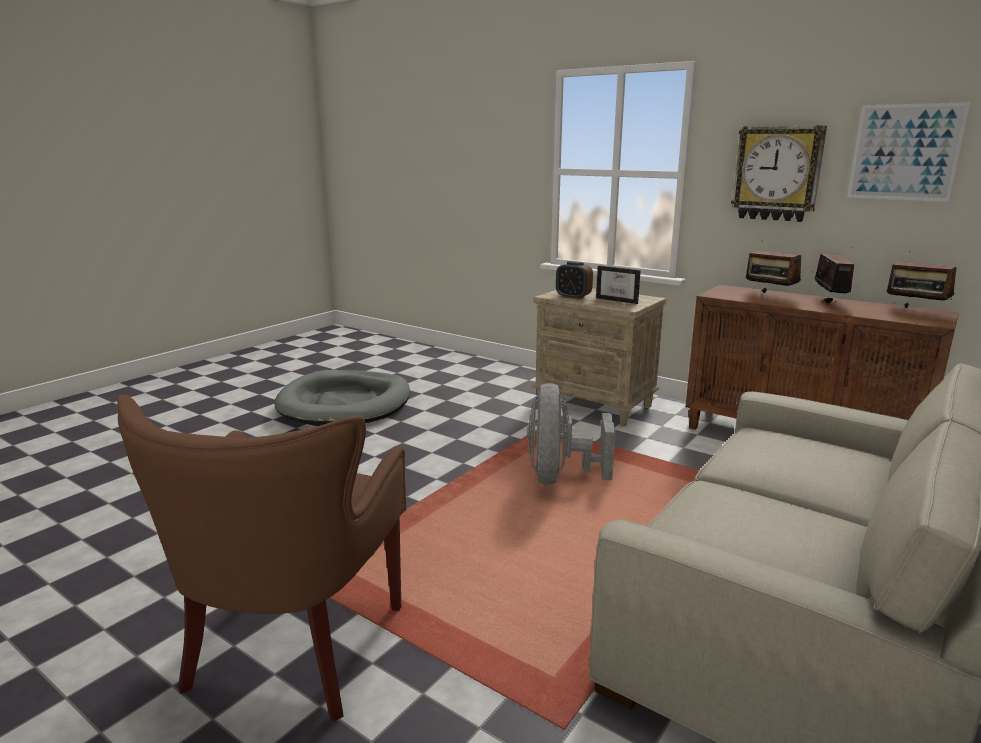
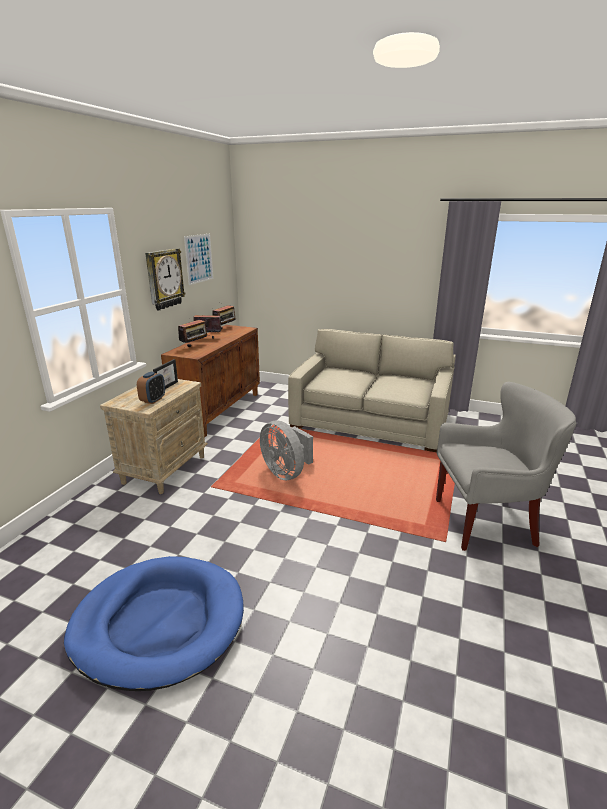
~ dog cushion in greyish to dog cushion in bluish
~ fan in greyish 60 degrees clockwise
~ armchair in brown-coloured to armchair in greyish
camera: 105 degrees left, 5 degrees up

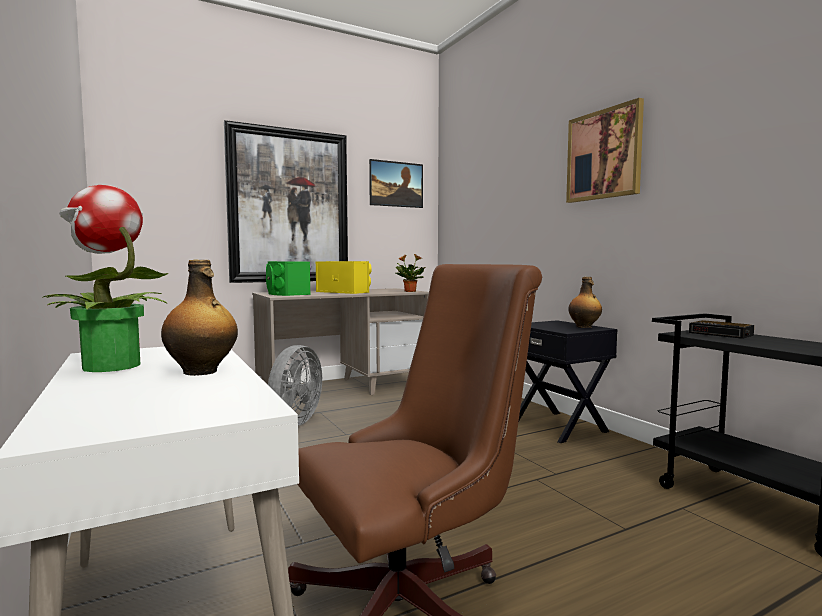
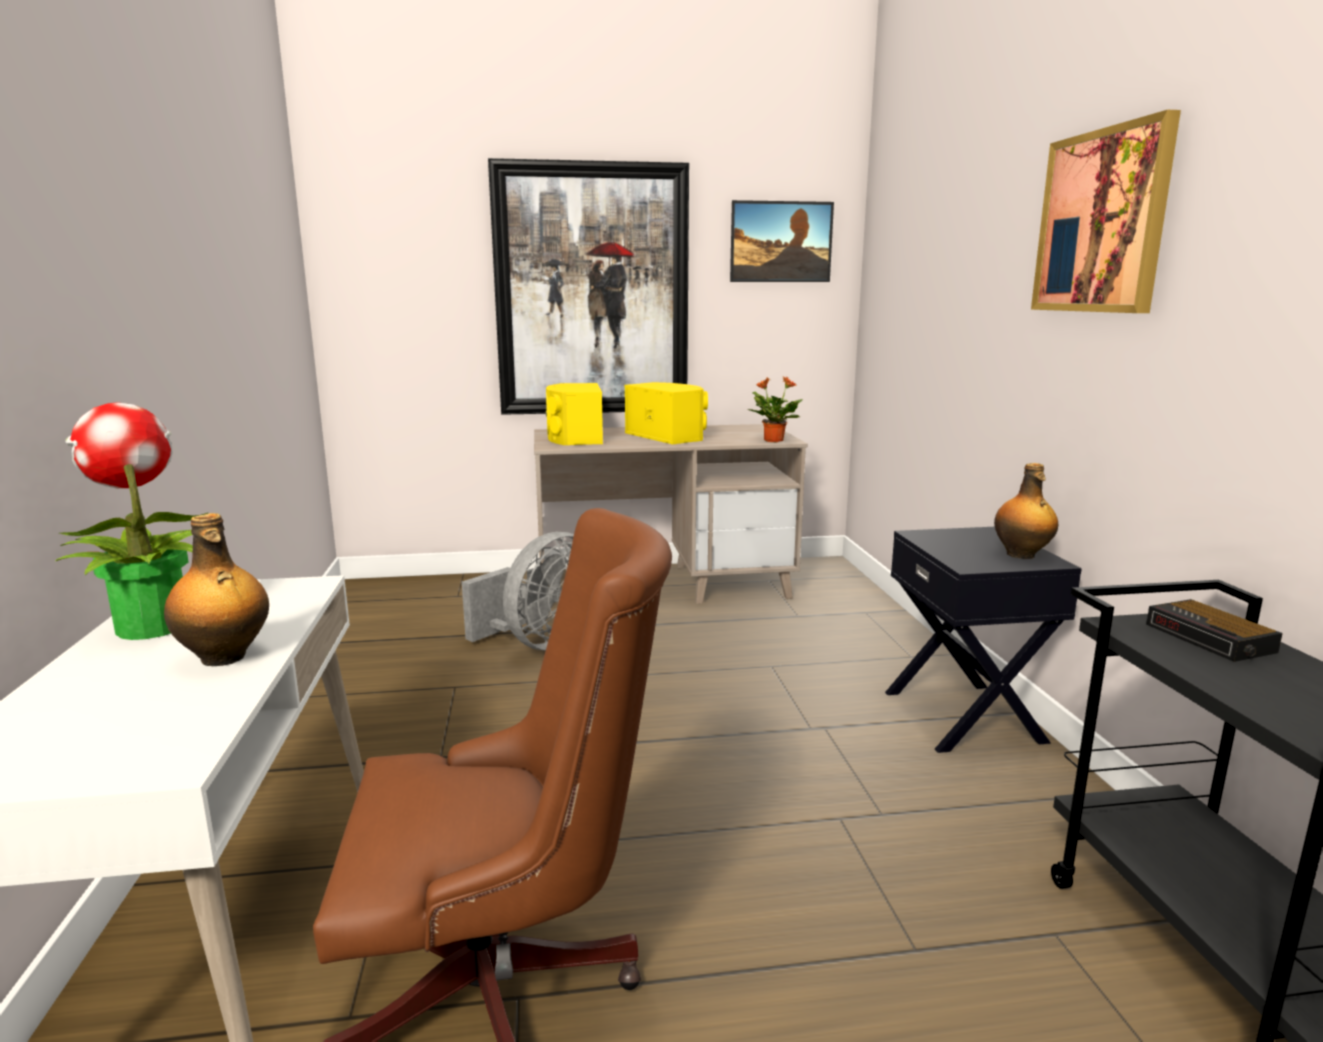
~ audio speaker in green to audio speaker in yellow (1st from left)
camera: 20 degrees right, 10 degrees up

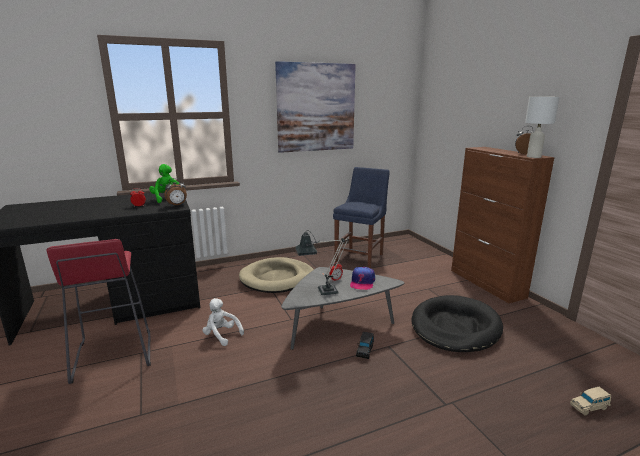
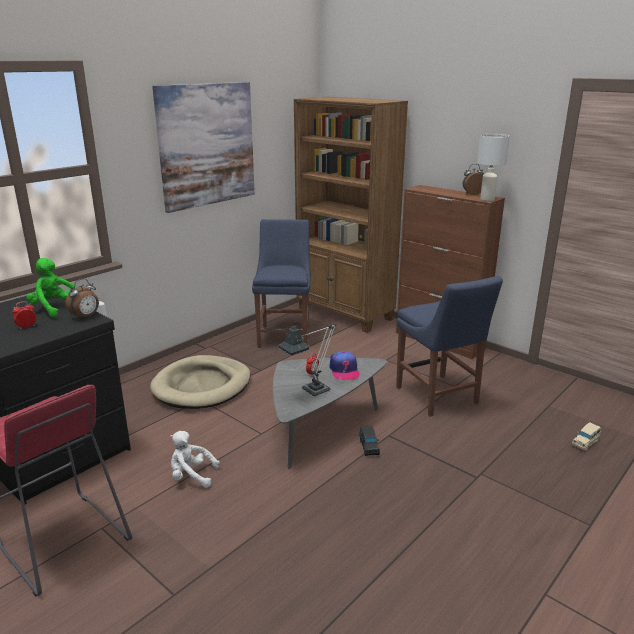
~ dog cushion in black to plain chair in bluish (2nd from left)
+ bookcase in brown-coloured
camera: 25 degrees left, 5 degrees up

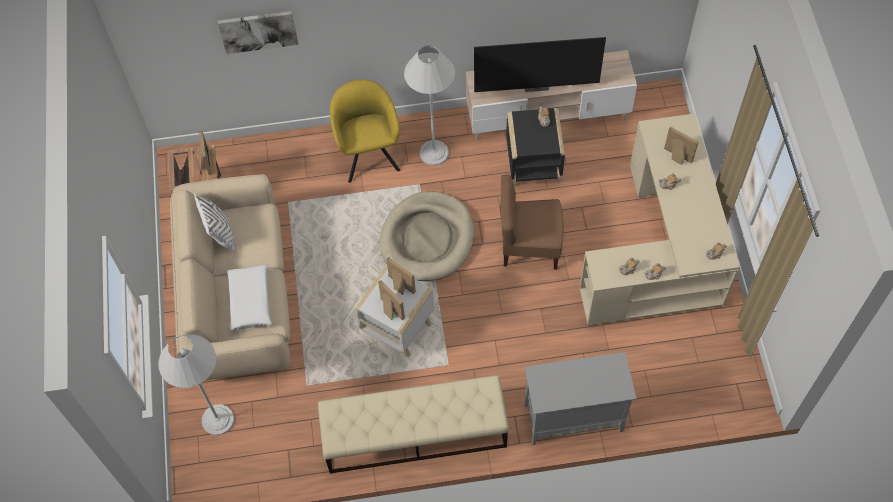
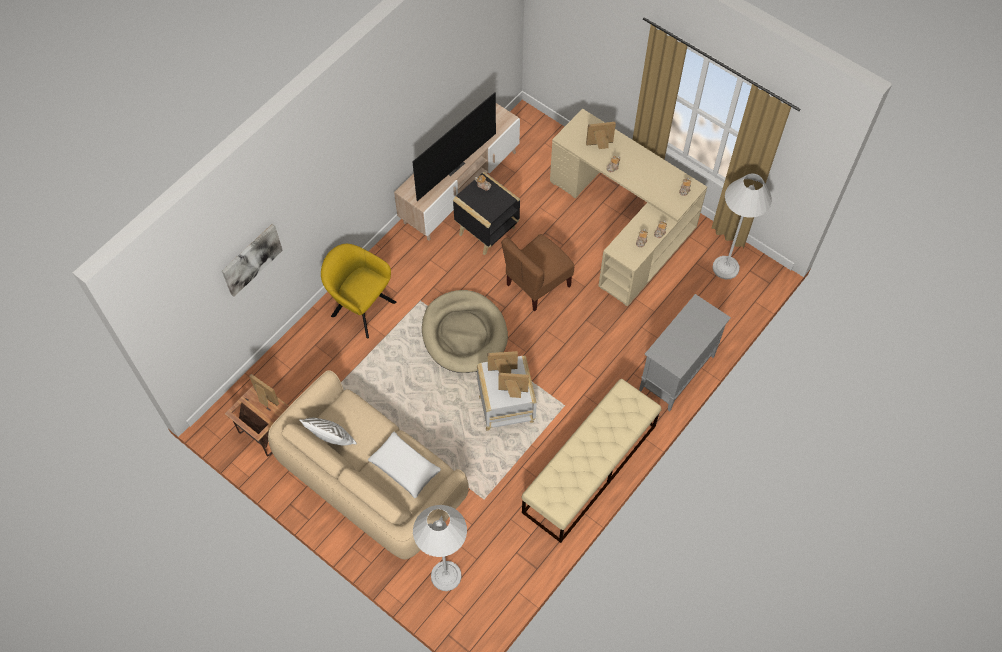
~ standard lamp in white-coloured (2nd from left)
camera: 45 degrees left, 0 degrees up

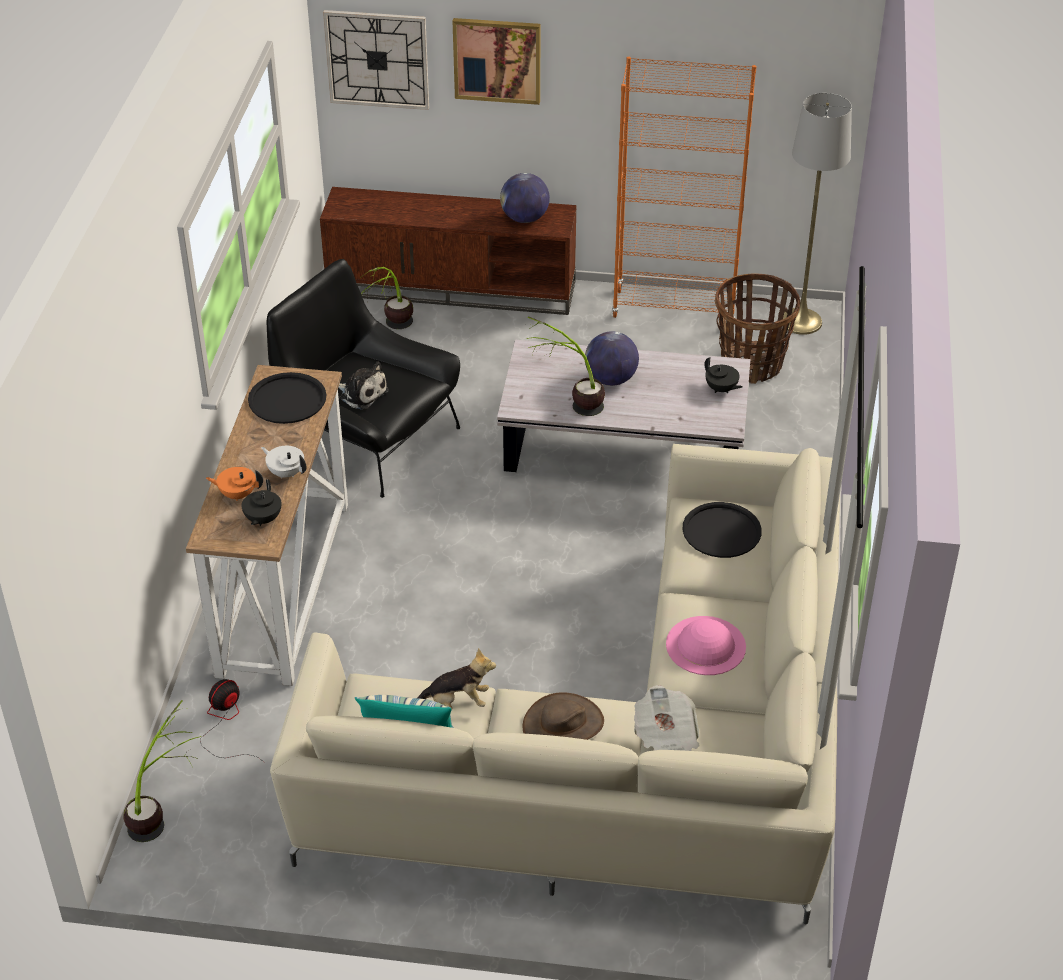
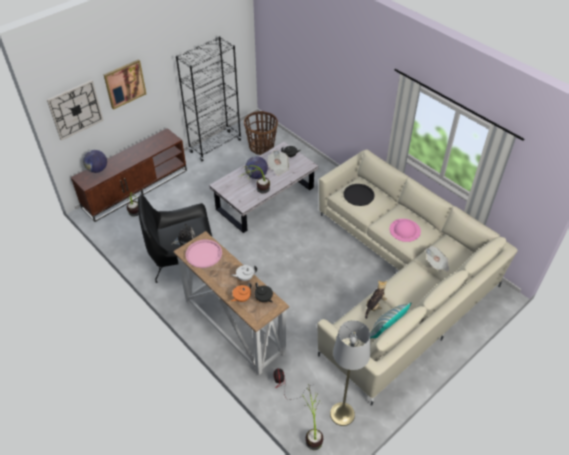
~ bookcase in orange-coloured to bookcase in black
~ standard lamp in greyish
~ globe (1st from left)
~ serving tray in black (1st from left) to serving tray in pink-coloured
- clothing hat in brown-coloured
+ newspaper (1st from left)
camera: 50 degrees left, 5 degrees up

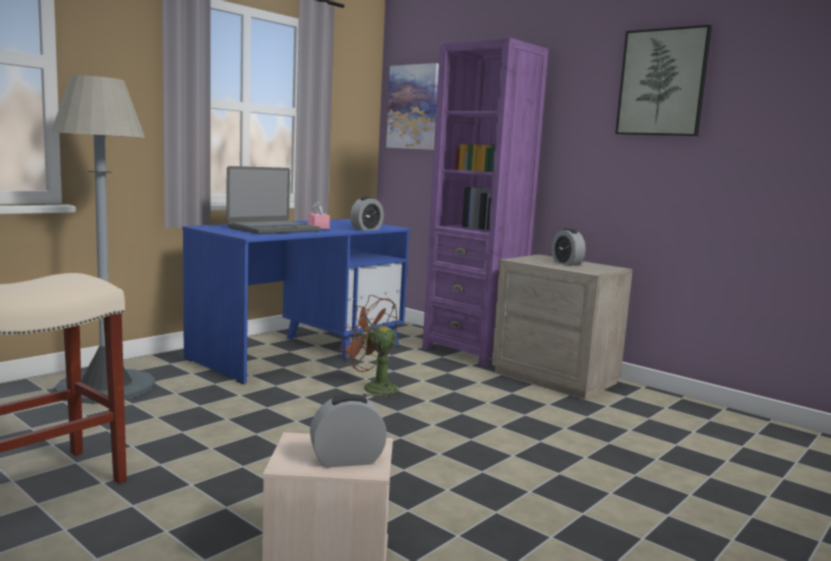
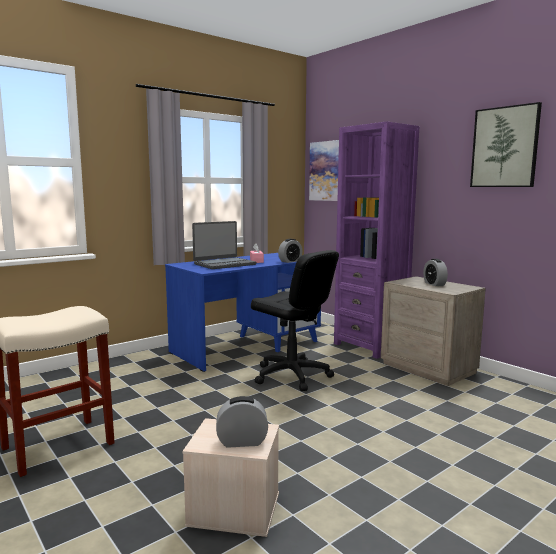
- standard lamp in greyish
~ fan in brown-coloured to computer chair in black
camera: 10 degrees right, 0 degrees up

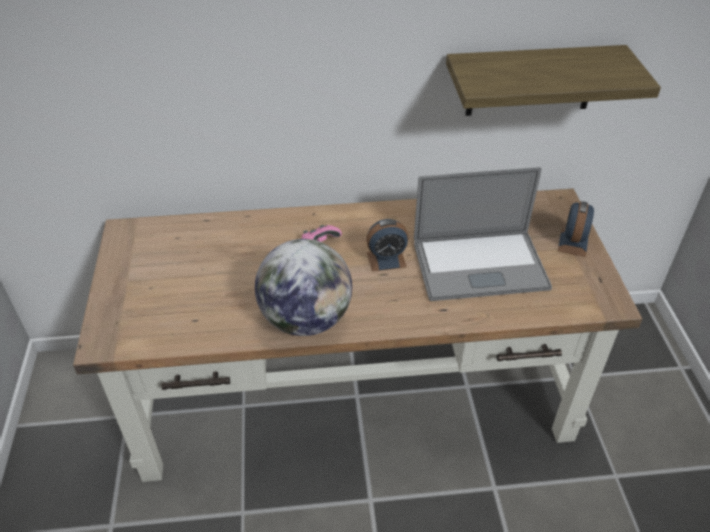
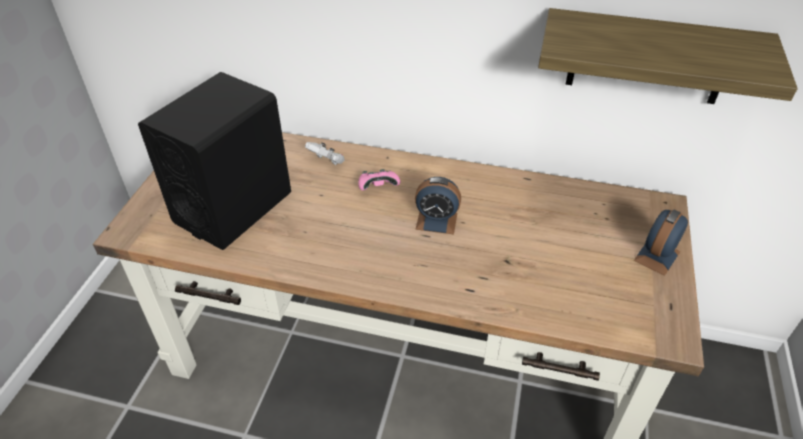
- notebook computer
- globe
+ audio speaker in black
+ gamepad in white-coloured
camera: 20 degrees right, 0 degrees up

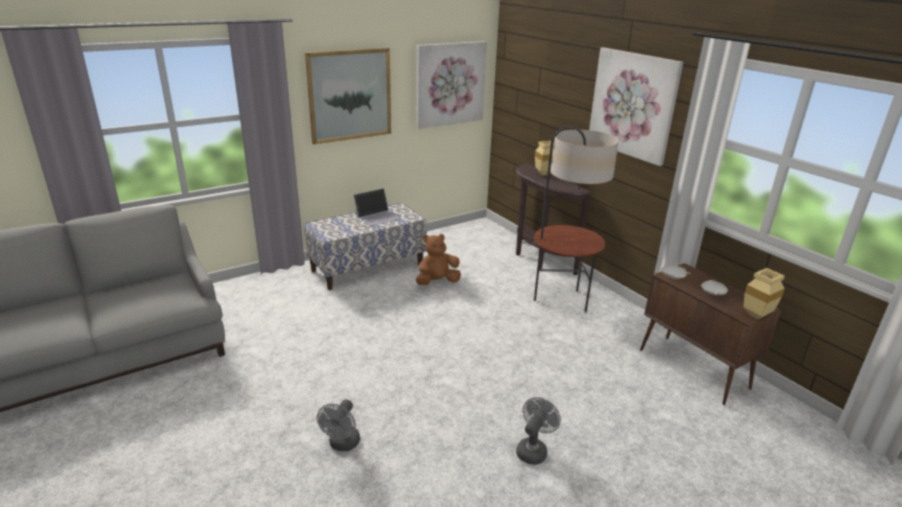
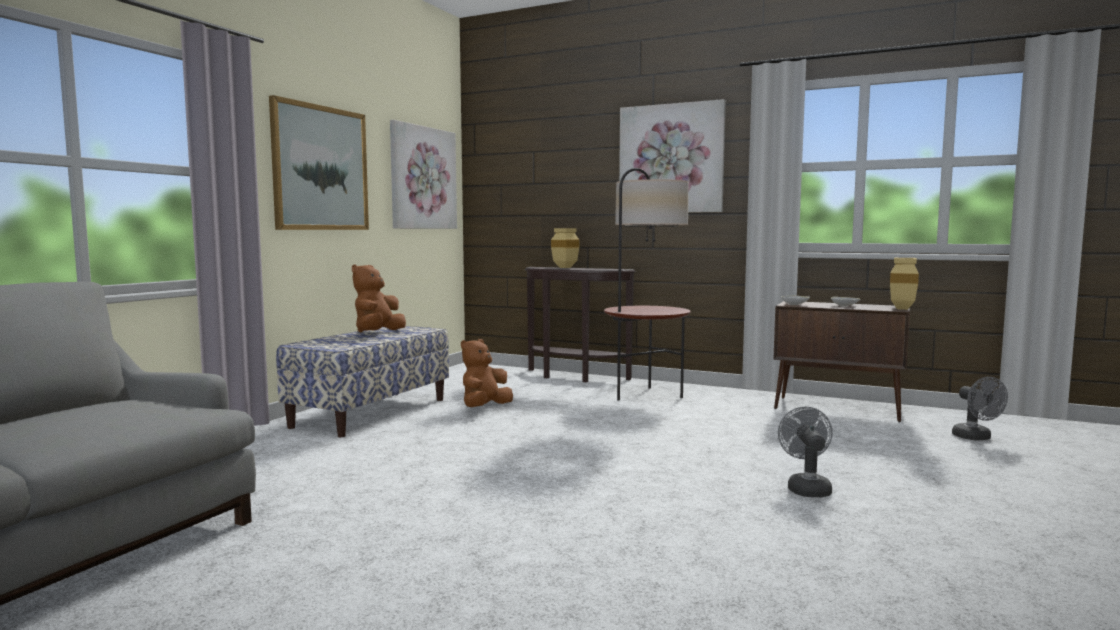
~ notebook computer to cuddly toy in brown-coloured (1st from left)
~ fan in greyish (1st from left in the first image) to fan in greyish (2nd from left)
camera: 30 degrees left, 20 degrees down

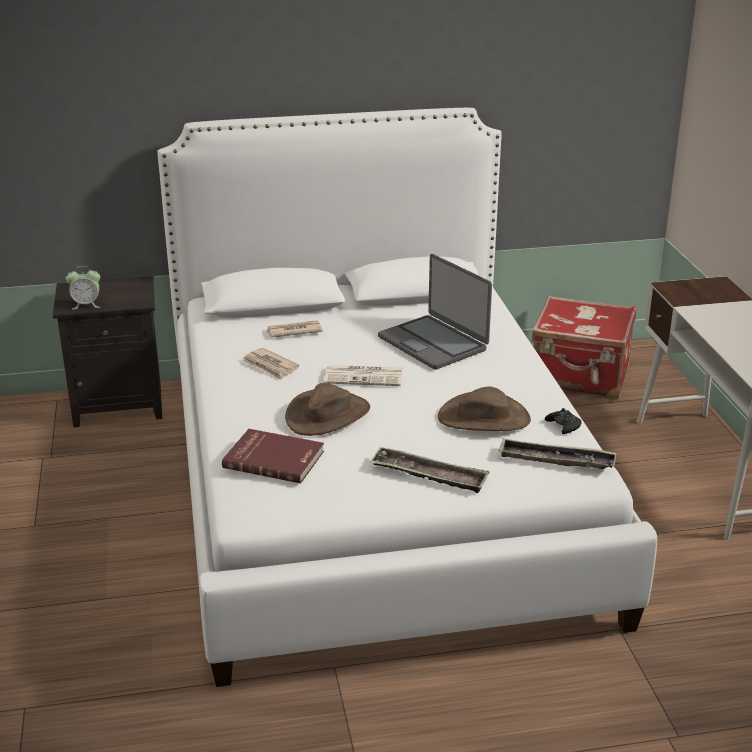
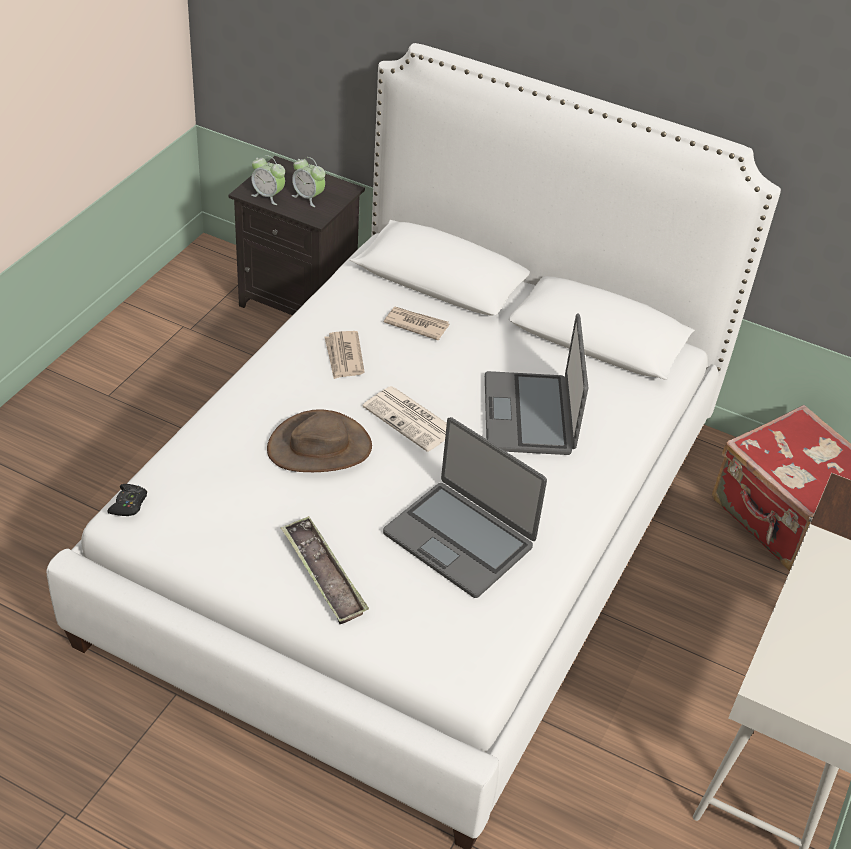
~ clothing hat in brown-coloured (2nd from left) to notebook computer (1st from left)
~ gamepad in black
- bound book in red-coloured
- serving tray (2nd from left)
+ alarm clock (2nd from left)
camera: 35 degrees right, 15 degrees up

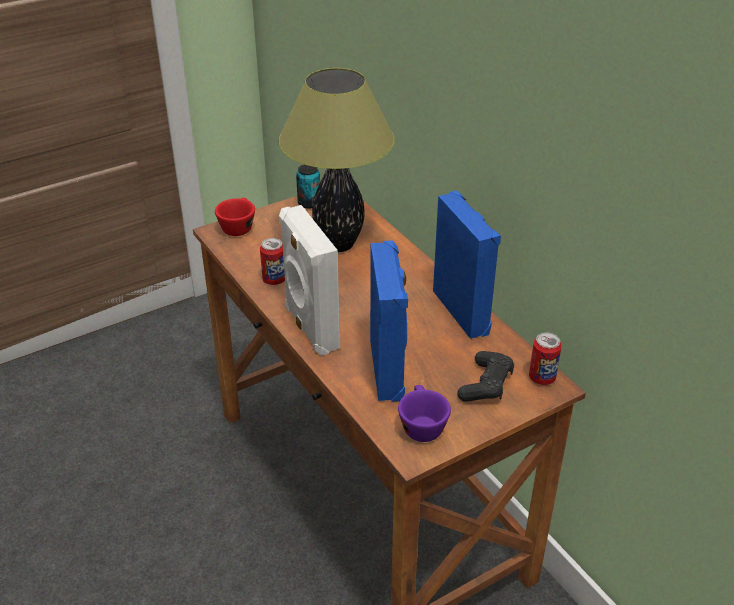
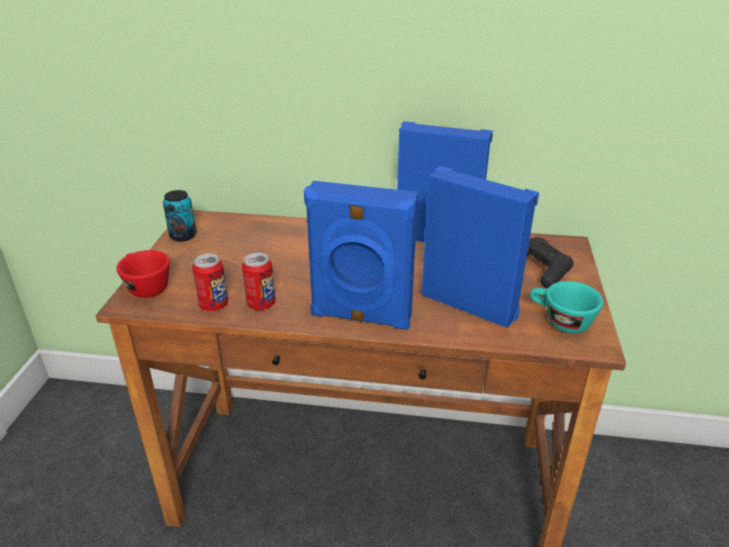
- lamp for a table
~ audio speaker in white-coloured to audio speaker in bluish (1st from left)
~ metal can (3rd from left in the first image) to metal can (2nd from left)
~ small cup in purplish to small cup in blue-green
camera: 50 degrees left, 5 degrees down

